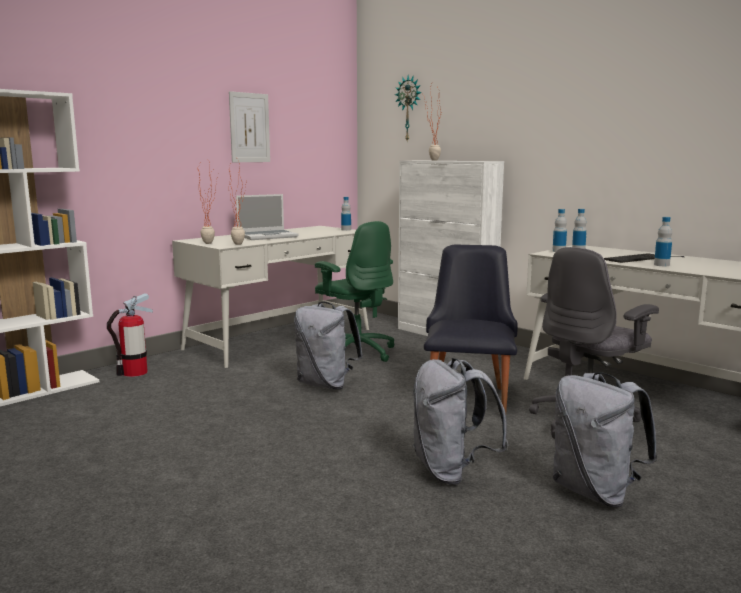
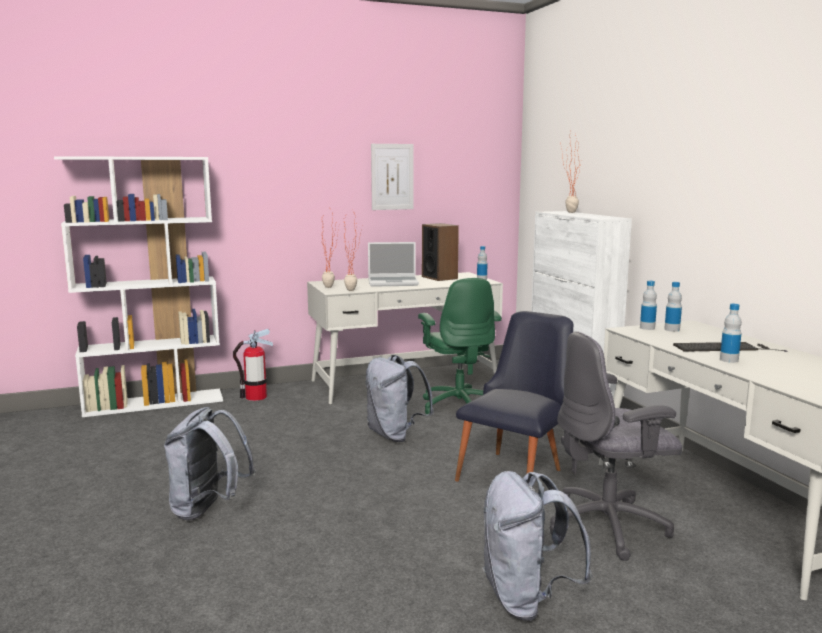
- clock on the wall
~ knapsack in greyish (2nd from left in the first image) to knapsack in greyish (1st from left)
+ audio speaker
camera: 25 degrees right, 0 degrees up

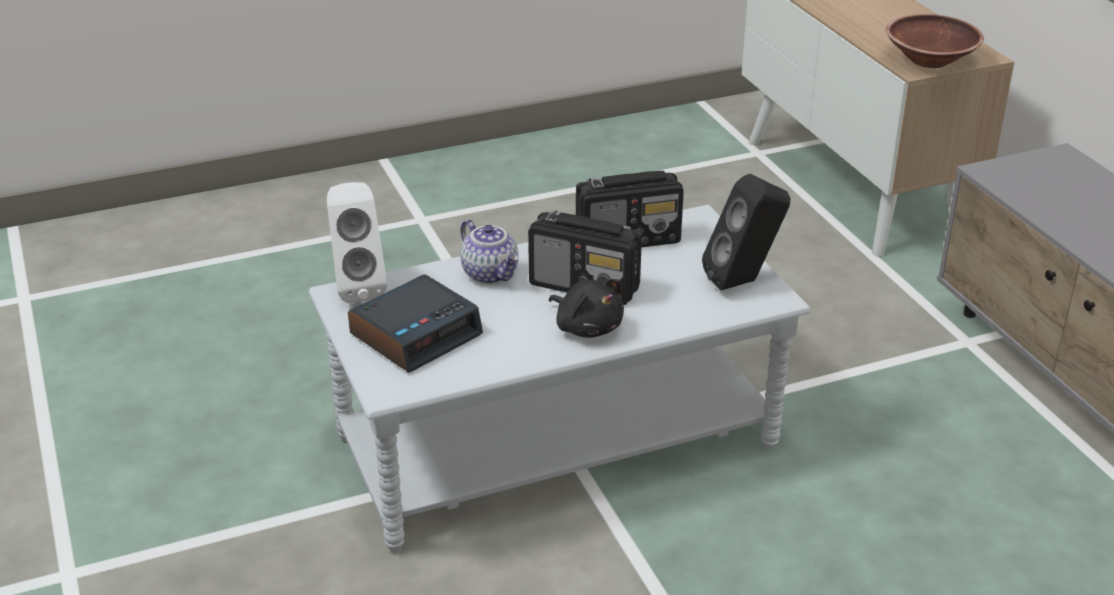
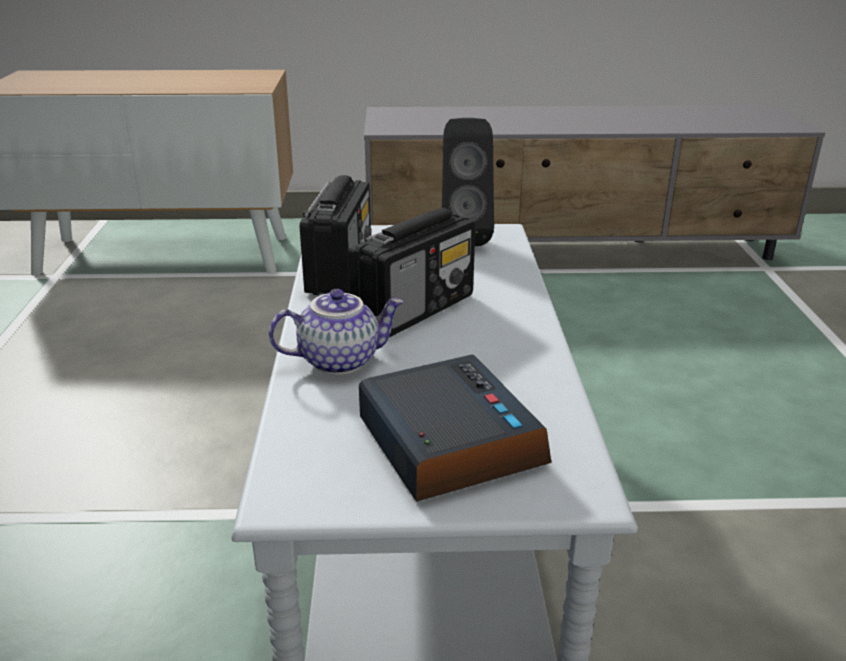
- deep dish in brown-coloured
- audio speaker in white-coloured
- cuddly toy in black
camera: 70 degrees left, 5 degrees down

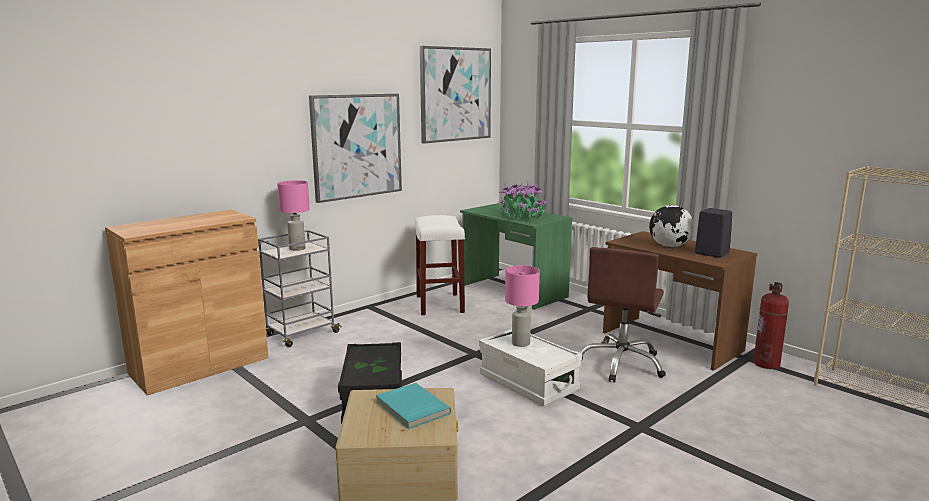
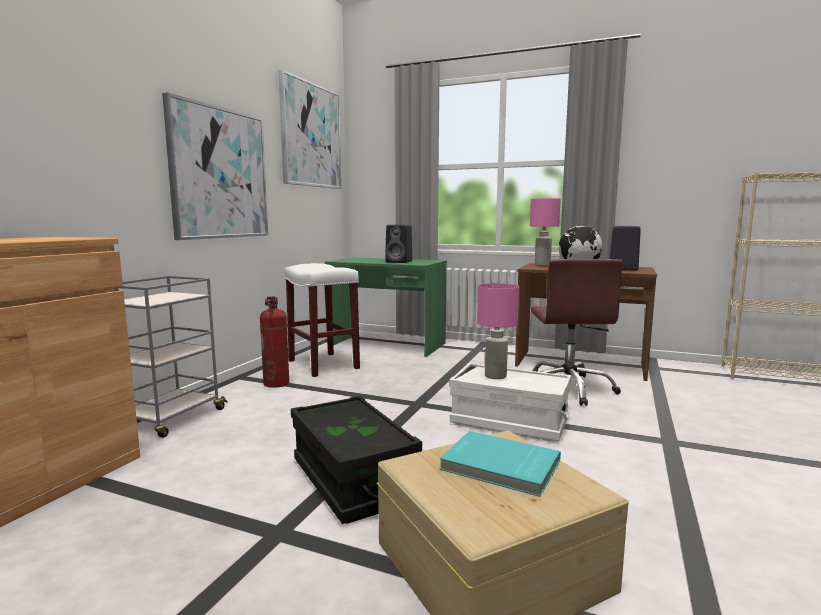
~ lamp for a table in pink-coloured (1st from left in the first image) to lamp for a table in pink-coloured (2nd from left)
~ potted plant to audio speaker in black (1st from left)
~ fire-fighting cylinder
camera: 25 degrees left, 5 degrees down

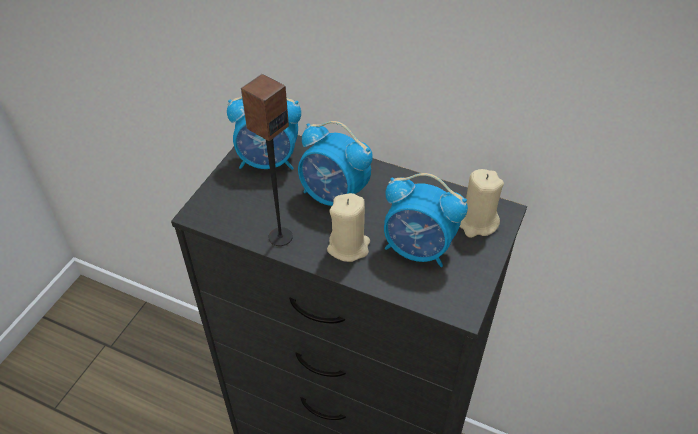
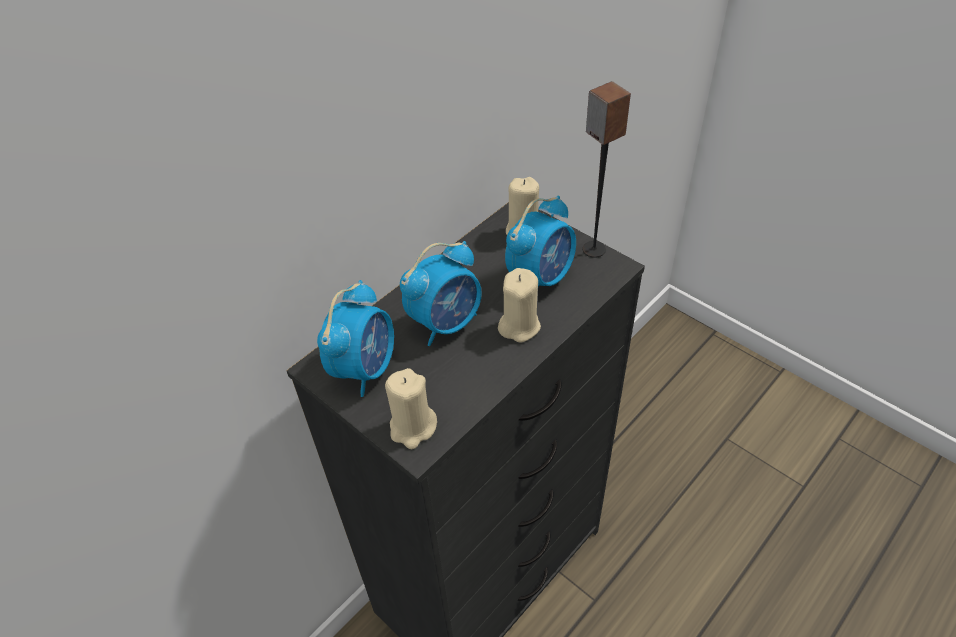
~ audio speaker
+ wax candle in sand-coloured (1st from left)
camera: 70 degrees left, 0 degrees up

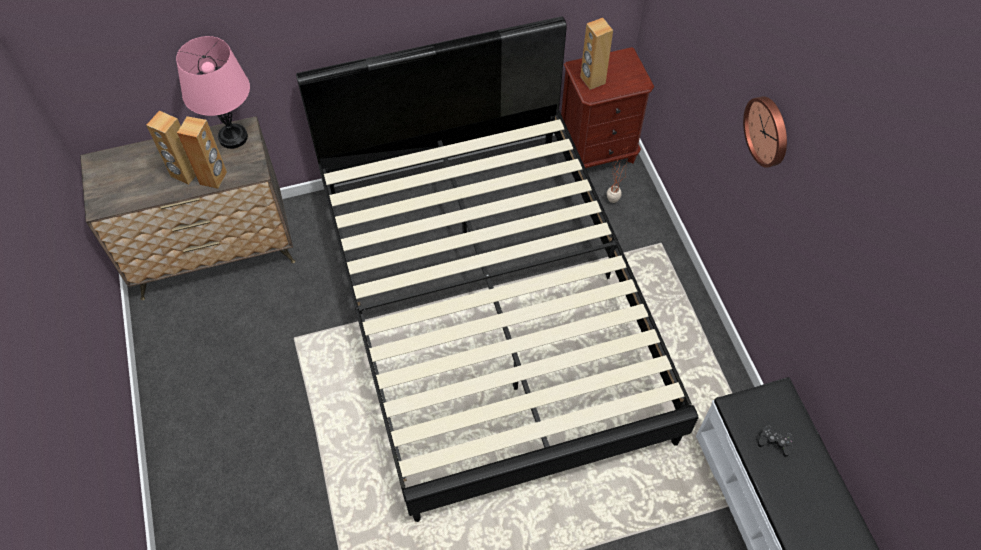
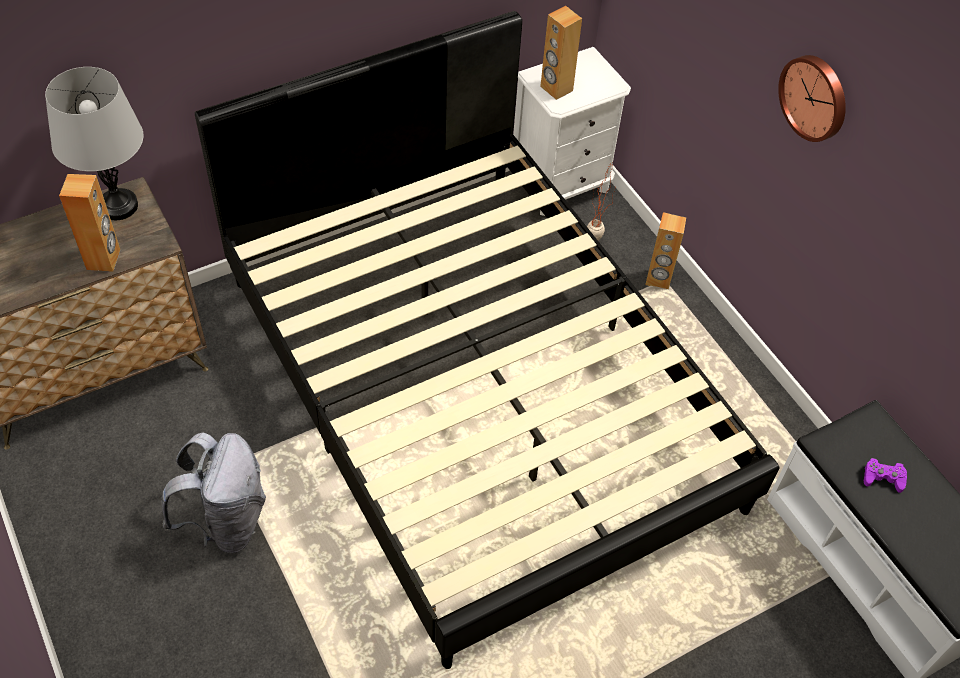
~ lamp for a table in pink-coloured to lamp for a table in greyish
~ bedside table in brown-coloured to bedside table in white-coloured
~ audio speaker in brown-coloured (1st from left in the first image) to audio speaker in brown-coloured (3rd from left)
~ gamepad in black to gamepad in purplish
+ knapsack in greyish
camera: 15 degrees left, 5 degrees down

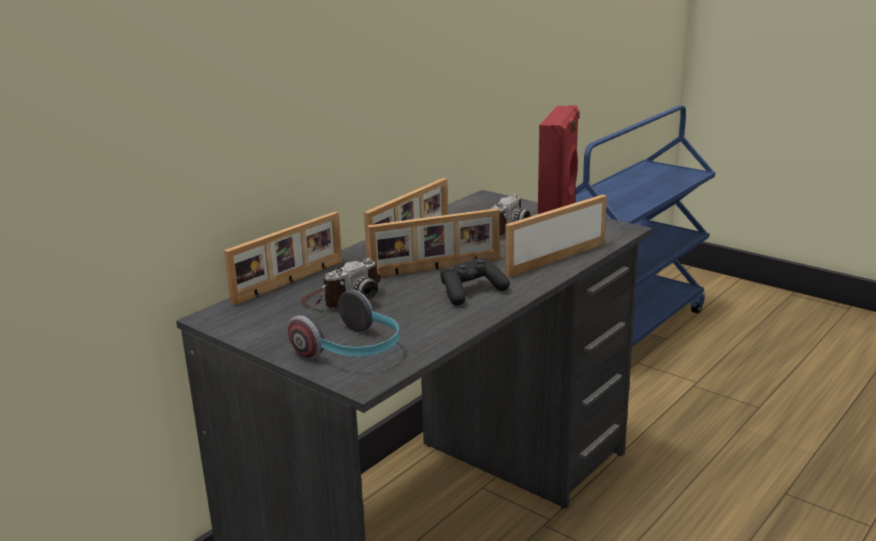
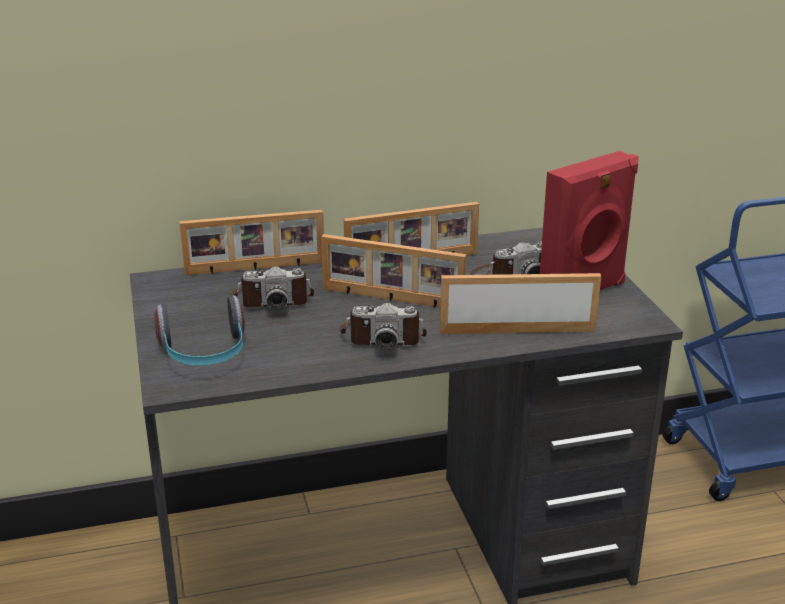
~ gamepad in black to photo camera (2nd from left)
camera: 35 degrees right, 5 degrees up

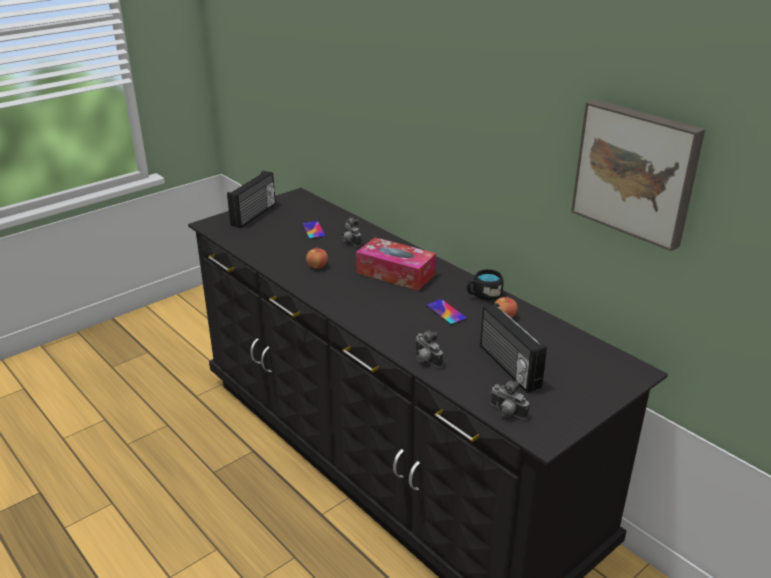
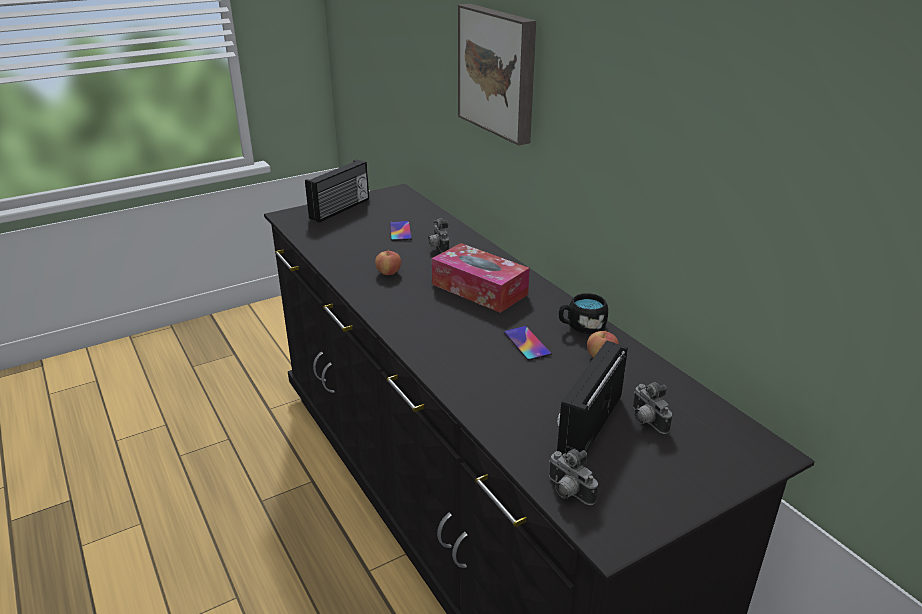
~ picture
~ radio (2nd from left) 45 degrees clockwise
~ photo camera (2nd from left in the first image) to photo camera (3rd from left)
camera: 10 degrees right, 0 degrees up

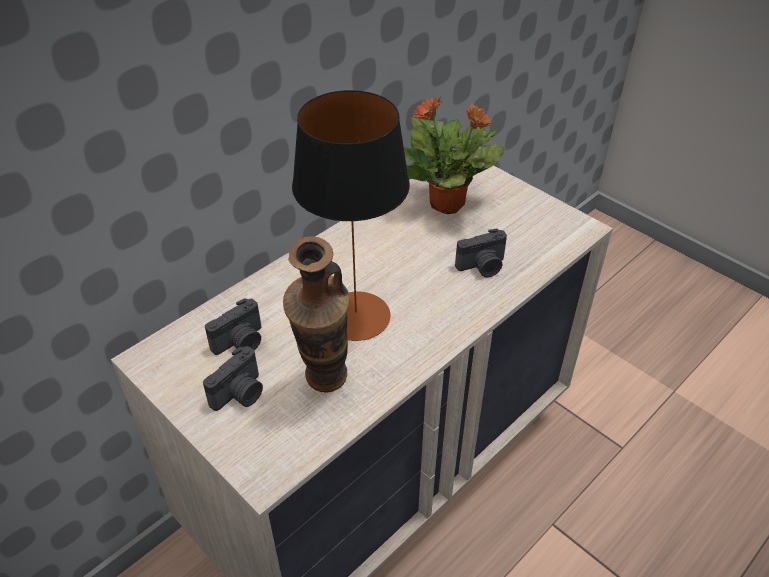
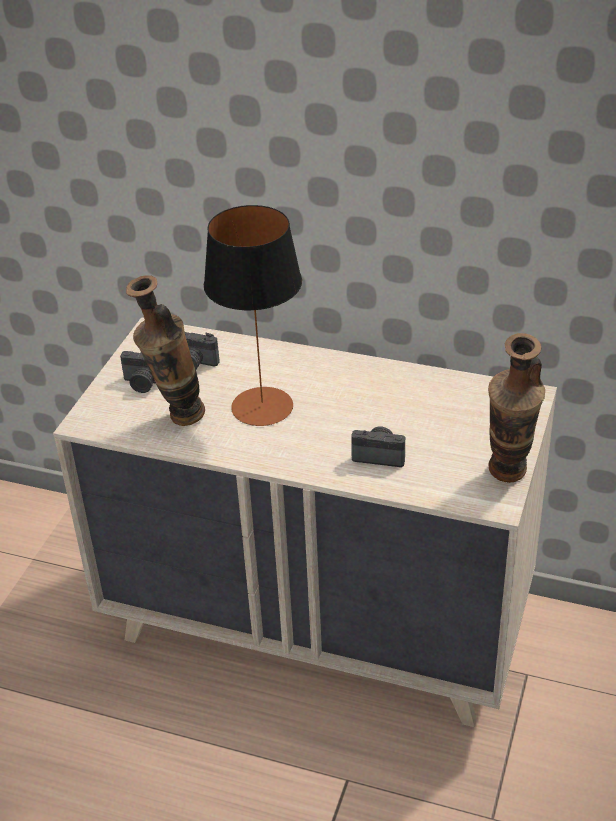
- potted plant
~ photo camera (3rd from left) 150 degrees clockwise
+ vase (2nd from left)
camera: 65 degrees right, 5 degrees down

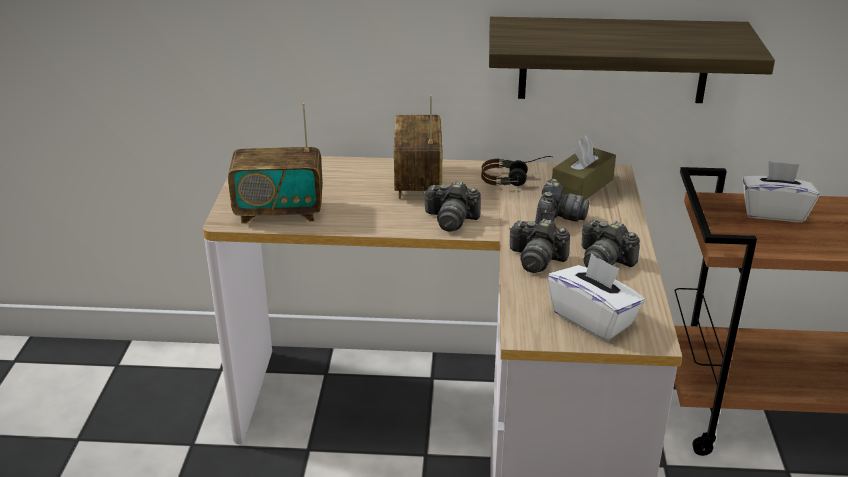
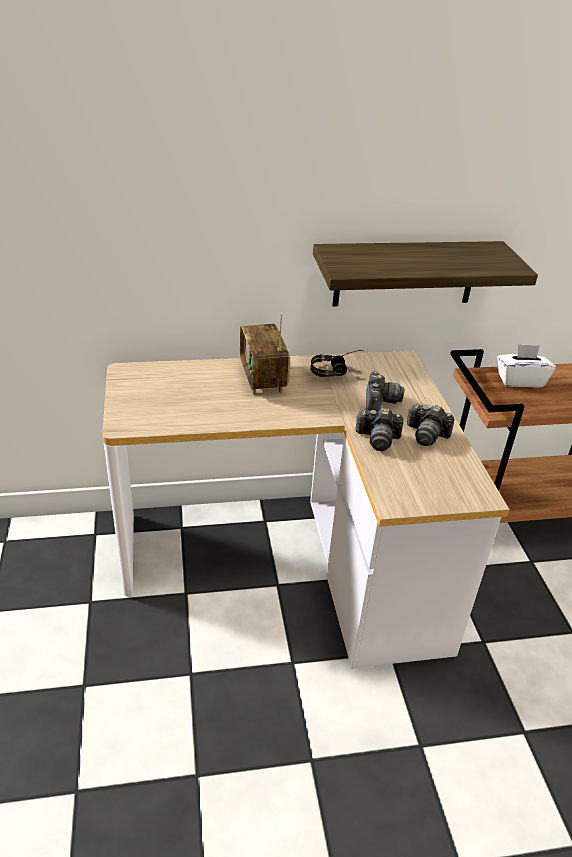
- radio (1st from left)
- box of tissues in brown-coloured
- photo camera (1st from left)
- box of tissues in white-coloured (1st from left)
camera: 15 degrees left, 5 degrees up

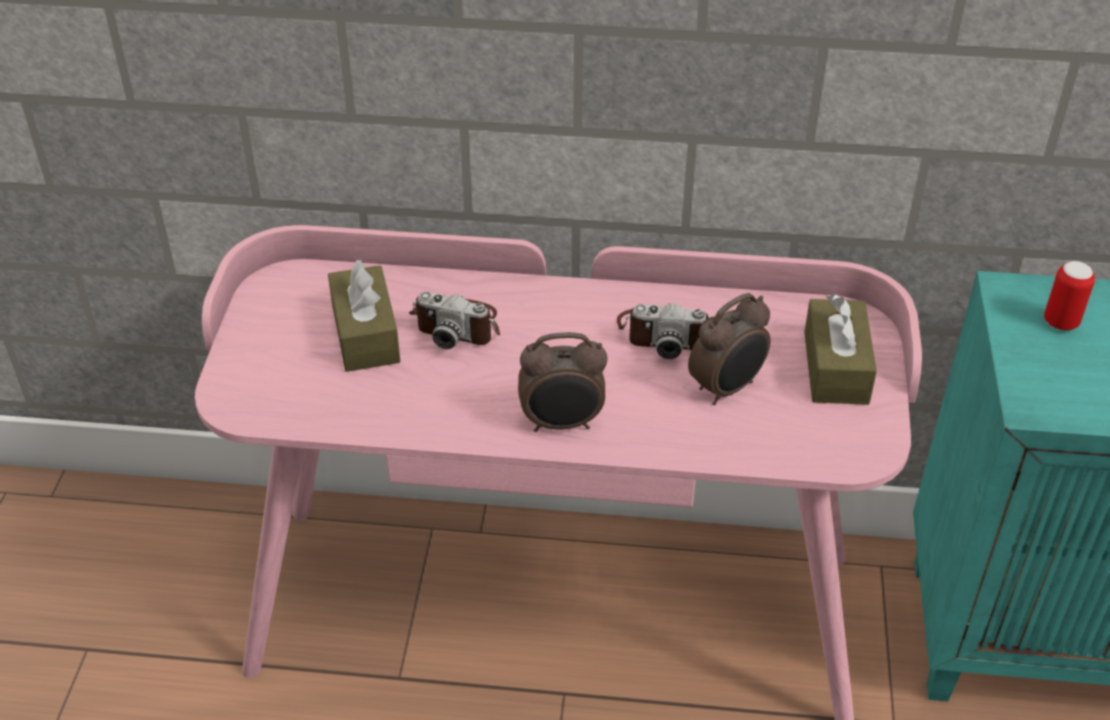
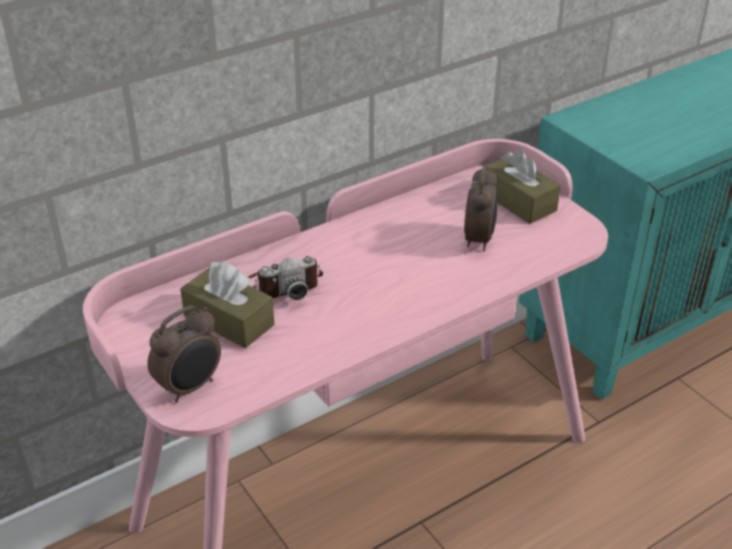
- metal can
- photo camera (2nd from left)
~ alarm clock (1st from left)
camera: 40 degrees left, 5 degrees down

